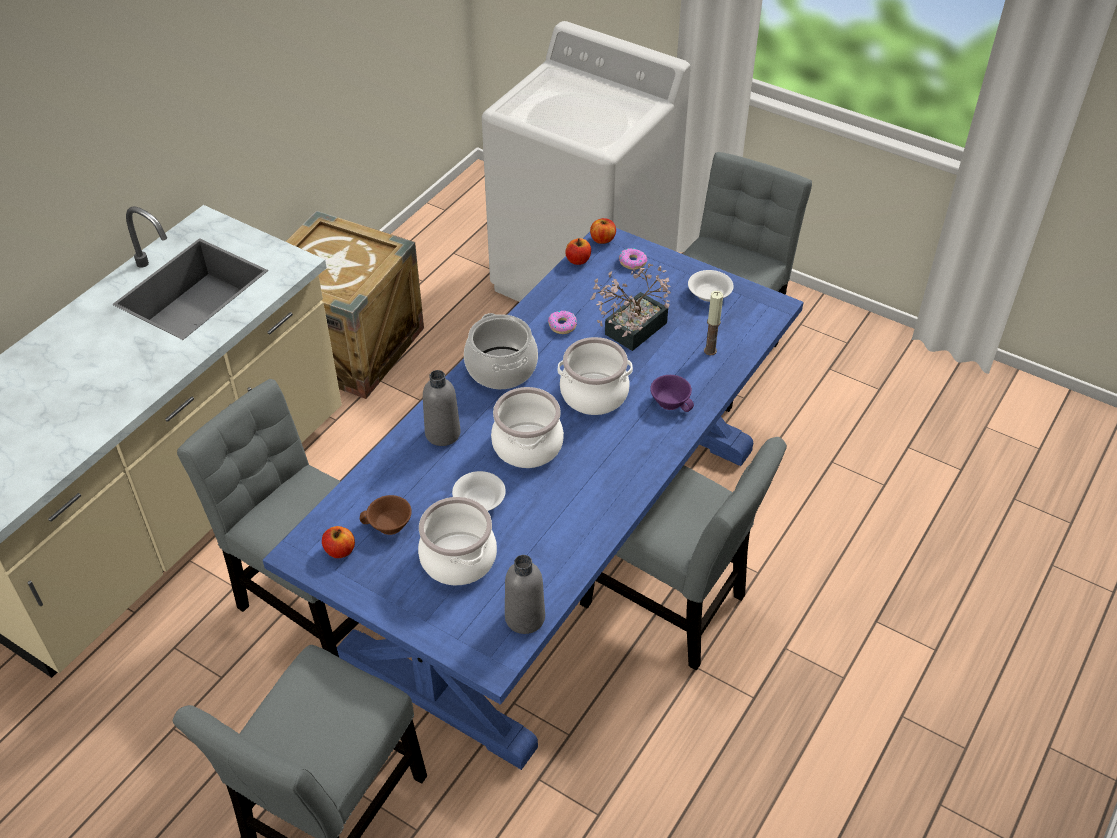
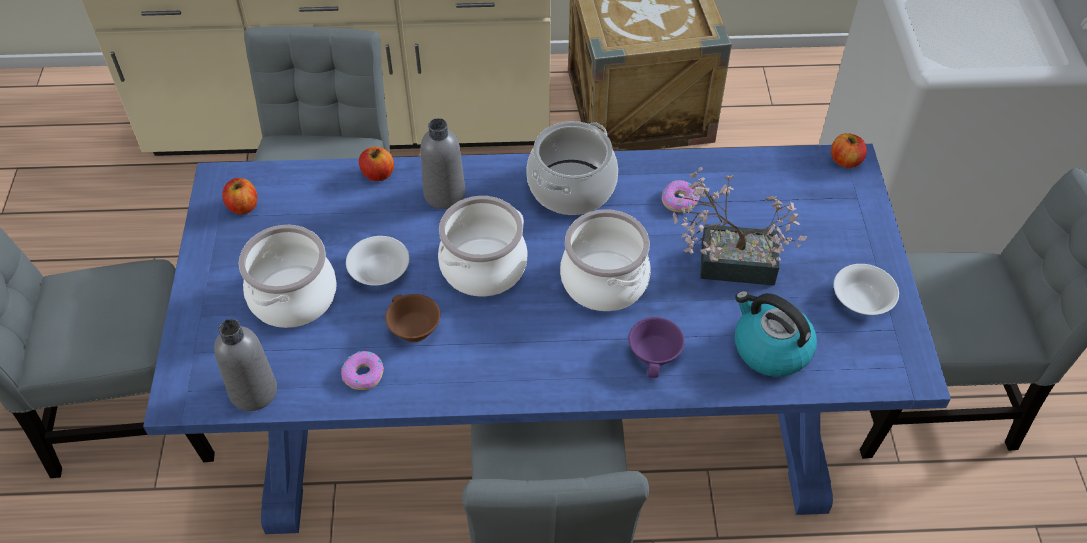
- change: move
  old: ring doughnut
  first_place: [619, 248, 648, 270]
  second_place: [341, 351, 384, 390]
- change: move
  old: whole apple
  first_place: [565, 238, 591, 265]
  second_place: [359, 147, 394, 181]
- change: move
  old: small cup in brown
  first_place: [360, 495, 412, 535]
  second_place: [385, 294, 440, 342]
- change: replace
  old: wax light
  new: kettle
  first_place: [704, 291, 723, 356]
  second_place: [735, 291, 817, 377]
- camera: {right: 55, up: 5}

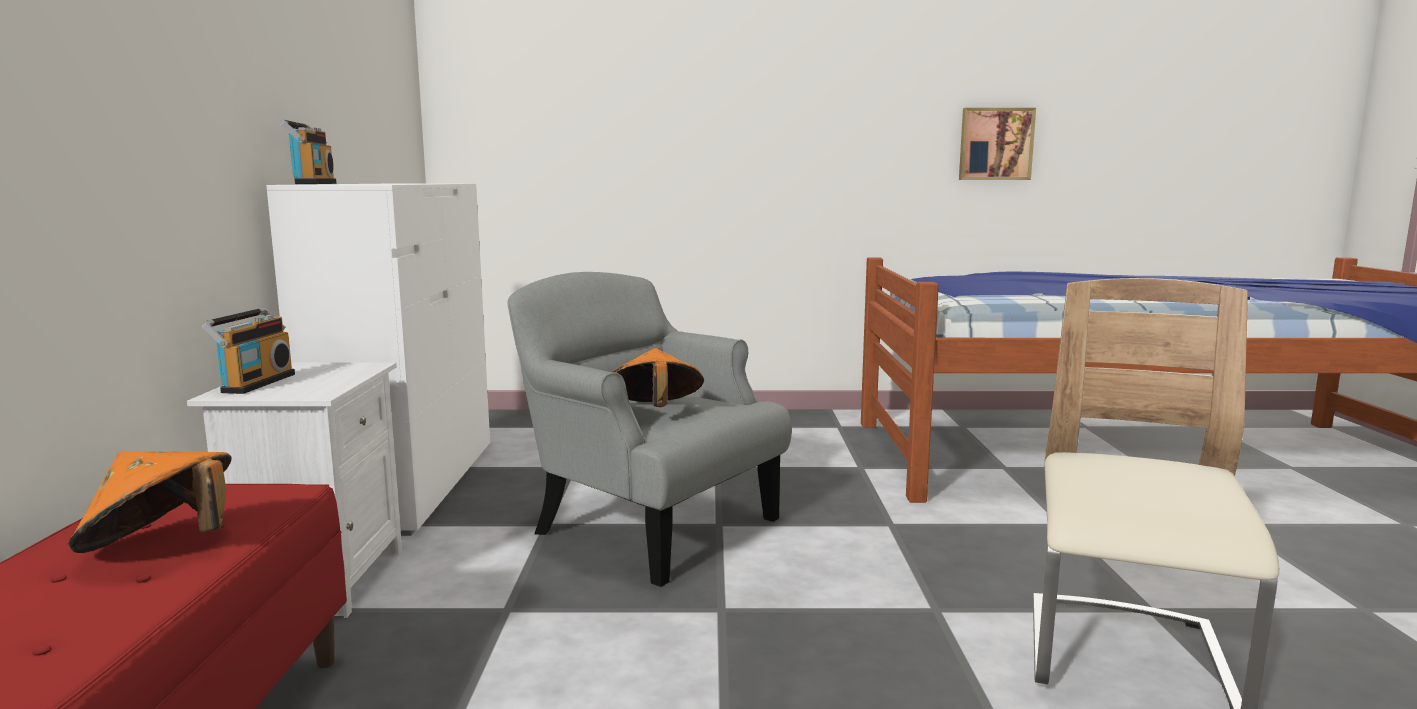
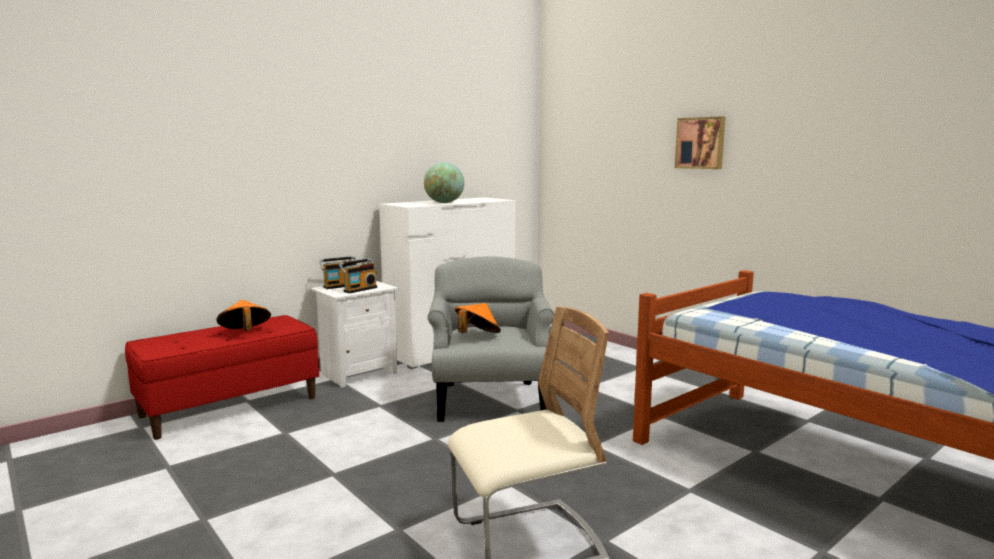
- change: move
  old: radio receiver
  first_place: [280, 120, 337, 184]
  second_place: [339, 258, 377, 293]
- change: insert
  new: desk globe
  second_place: [424, 162, 464, 203]
- change: move
  old: wall art
  first_place: [959, 108, 1036, 180]
  second_place: [675, 116, 725, 169]
- camera: {right: 50, up: 0}

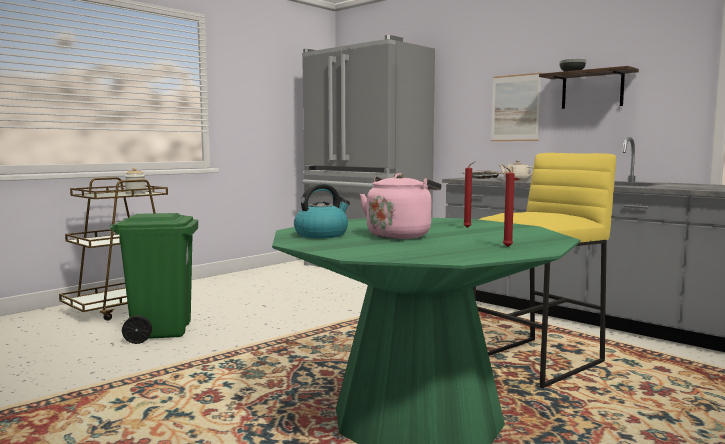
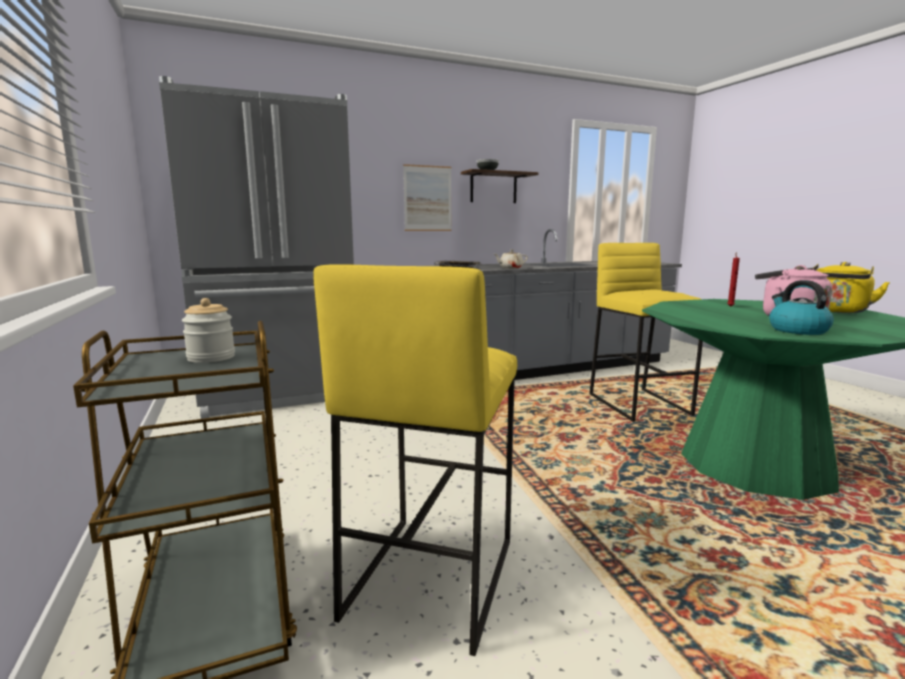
- change: replace
  old: trash can in greenish
  new: stool in yellowish
  first_place: [110, 213, 198, 344]
  second_place: [313, 264, 517, 656]
- change: replace
  old: wax light in red
  new: kettle in yellowish
  first_place: [502, 165, 515, 247]
  second_place: [813, 262, 890, 313]
- camera: {right: -65, up: 5}

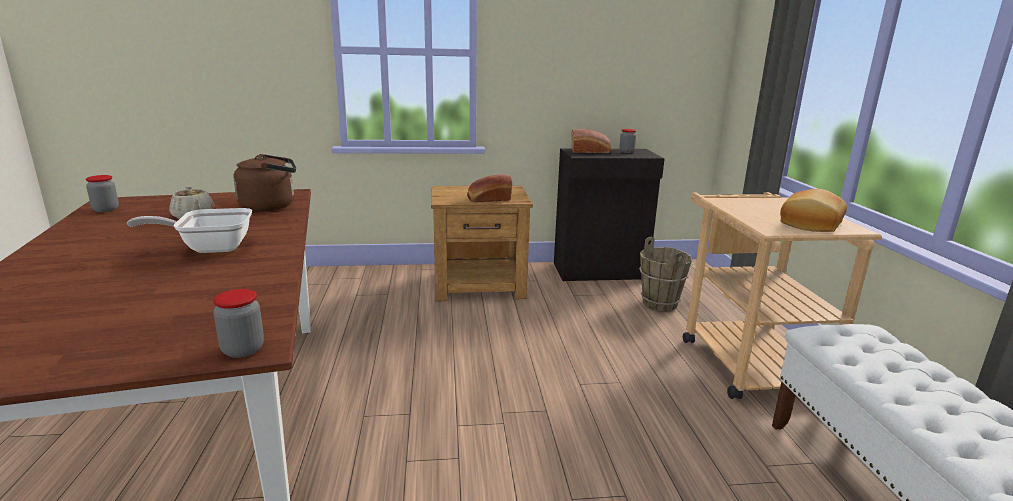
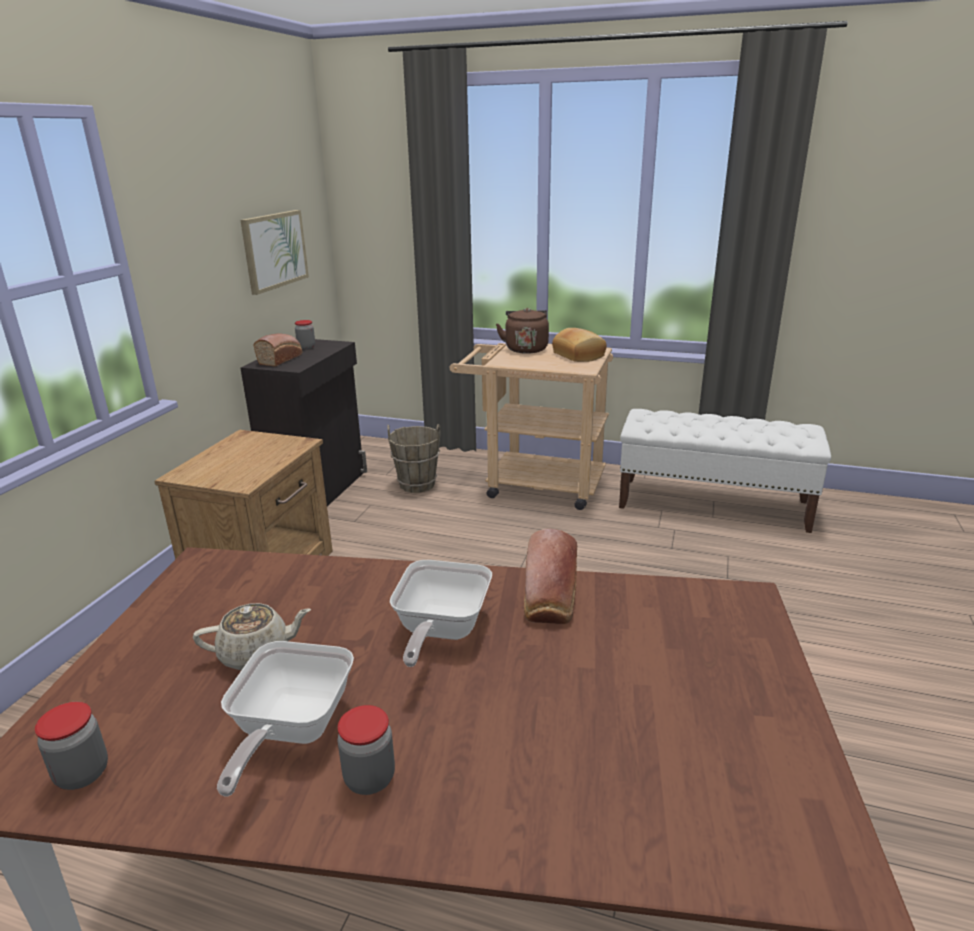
- change: insert
  new: skillet
  second_place: [217, 641, 354, 797]
- change: insert
  new: wall art
  second_place: [240, 210, 309, 295]
- change: move
  old: jar
  first_place: [213, 289, 264, 358]
  second_place: [337, 705, 395, 795]
- change: move
  old: kettle in brown
  first_place: [233, 154, 296, 211]
  second_place: [496, 308, 549, 354]
- change: move
  old: bakery bread
  first_place: [467, 174, 512, 202]
  second_place: [524, 529, 577, 624]
- camera: {right: -65, up: 5}

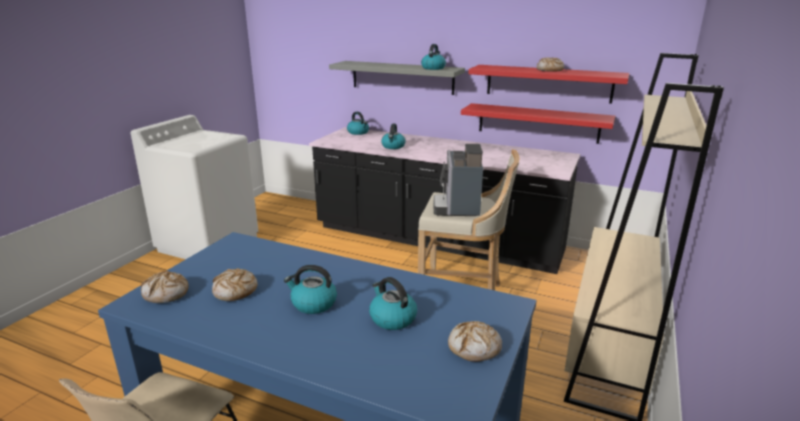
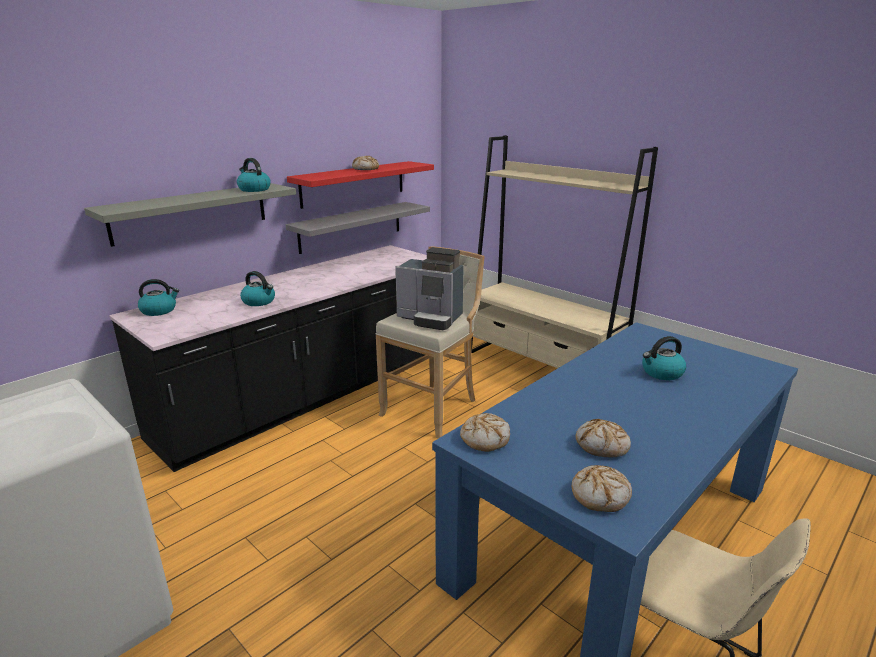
- change: recolor
  old: shelf in red
  new: shelf in greyish
  first_place: [461, 103, 615, 144]
  second_place: [286, 202, 430, 254]
- change: move
  old: bakery bread
  first_place: [448, 321, 502, 362]
  second_place: [460, 413, 510, 452]
- change: delete
  old: kettle
  first_place: [284, 265, 337, 314]
- camera: {right: -70, up: 0}

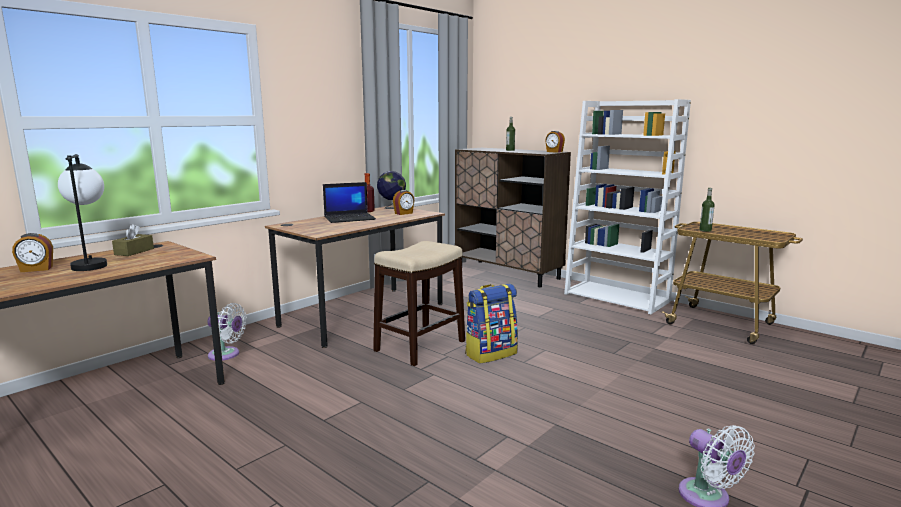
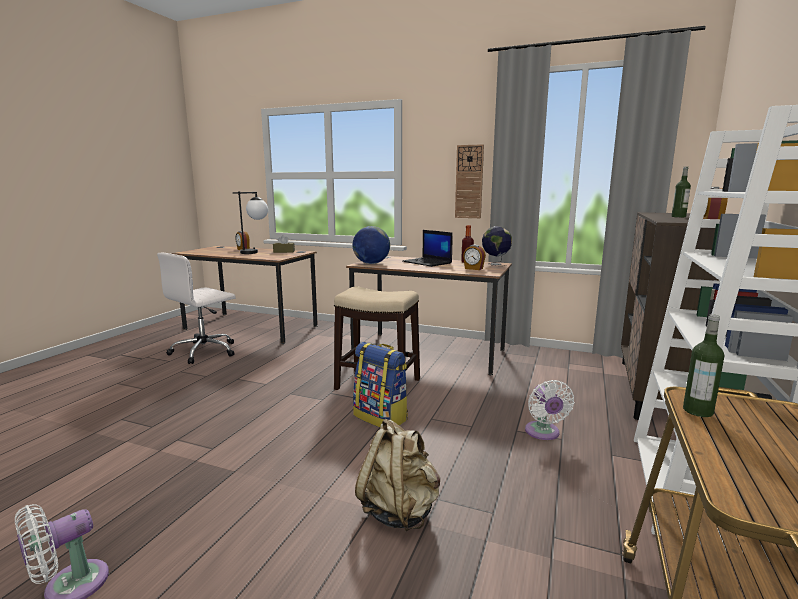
- change: insert
  new: computer chair in white
  second_place: [157, 253, 236, 364]
- change: insert
  new: desk globe
  second_place: [353, 226, 390, 264]
- change: insert
  new: rucksack in beige
  second_place: [355, 418, 440, 531]
- change: insert
  new: wall clock
  second_place: [455, 144, 484, 218]
- change: move
  old: cooling fan in white
  first_place: [207, 303, 247, 361]
  second_place: [525, 380, 575, 440]
- camera: {right: 70, up: 0}

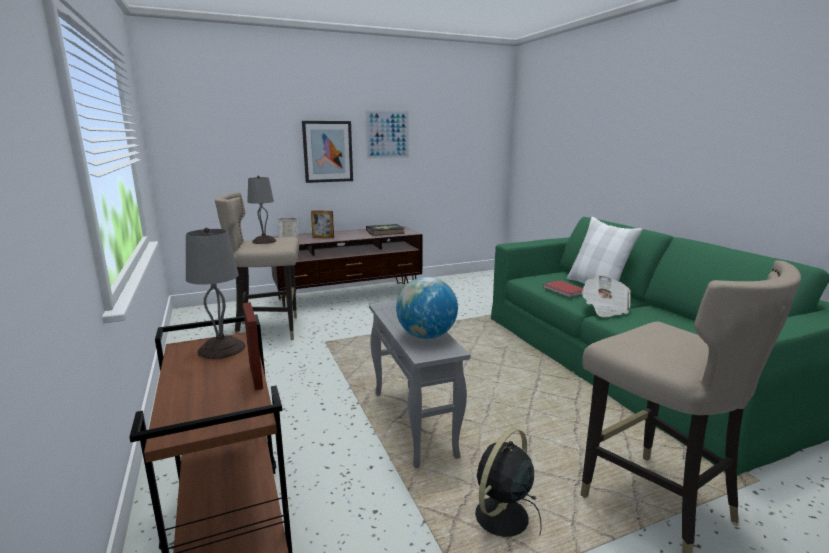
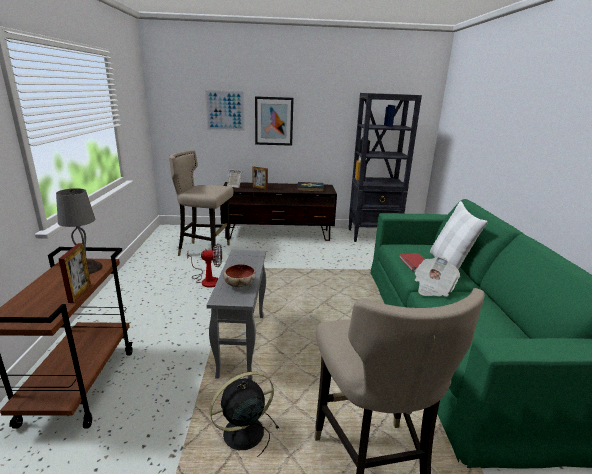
- change: insert
  new: cooling fan
  second_place: [187, 244, 222, 288]
- change: move
  old: wall art
  first_place: [365, 110, 410, 159]
  second_place: [205, 90, 245, 131]
- change: replace
  old: desk globe
  new: deep dish
  first_place: [396, 277, 458, 339]
  second_place: [223, 264, 256, 288]
- change: insert
  new: bookcase in blackish
  second_place: [349, 93, 422, 242]
- change: delete
  old: lamp for a table in greyish
  first_place: [247, 176, 277, 244]
- camera: {right: 20, up: 5}

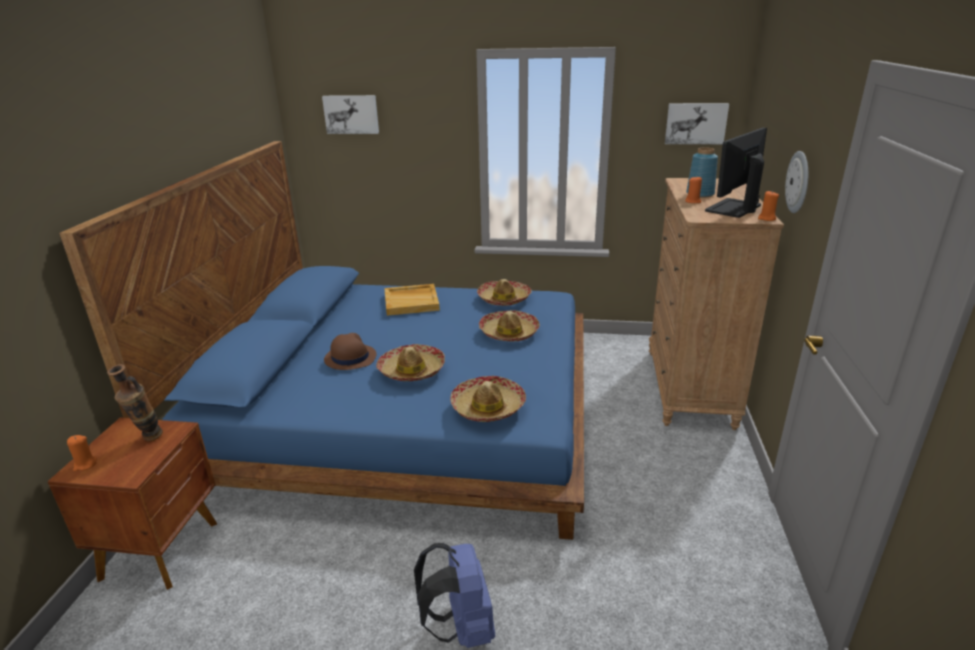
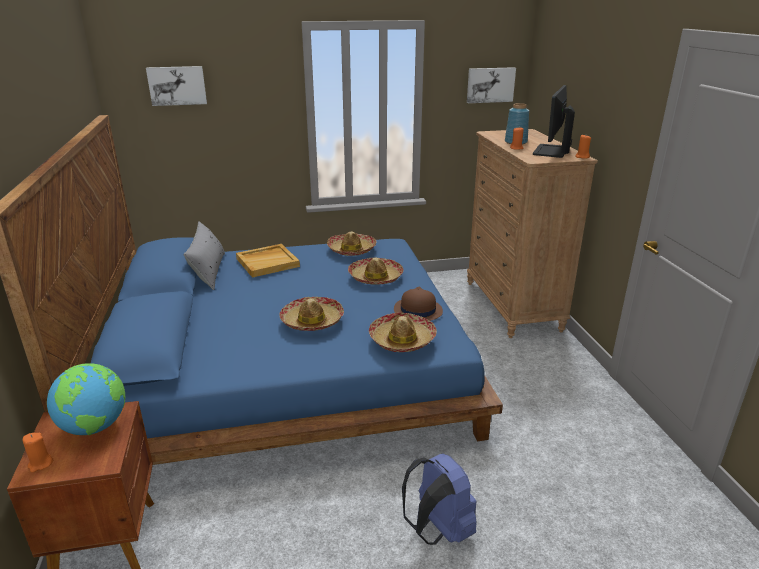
- change: replace
  old: flower vase
  new: desk globe
  first_place: [107, 364, 163, 441]
  second_place: [47, 363, 125, 435]
- change: insert
  new: cushion in greyish
  second_place: [183, 221, 225, 290]
- change: move
  old: wearable hat in brown
  first_place: [324, 333, 377, 370]
  second_place: [394, 287, 443, 321]
- change: delete
  old: wall clock
  first_place: [785, 151, 808, 213]
- camera: {right: -20, up: 0}

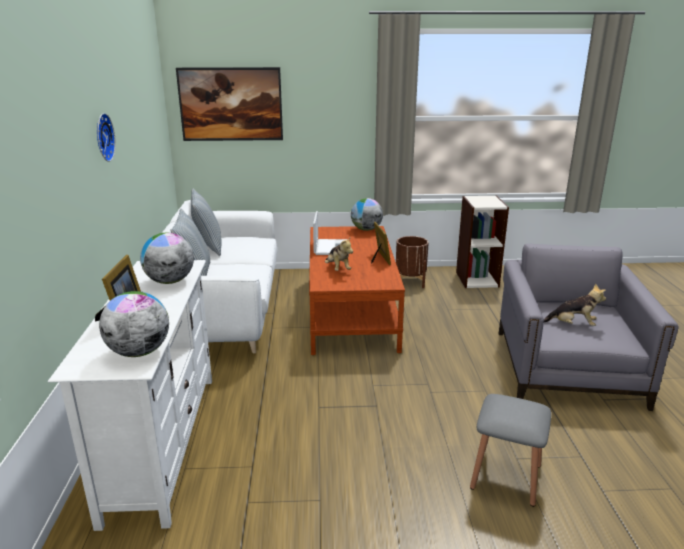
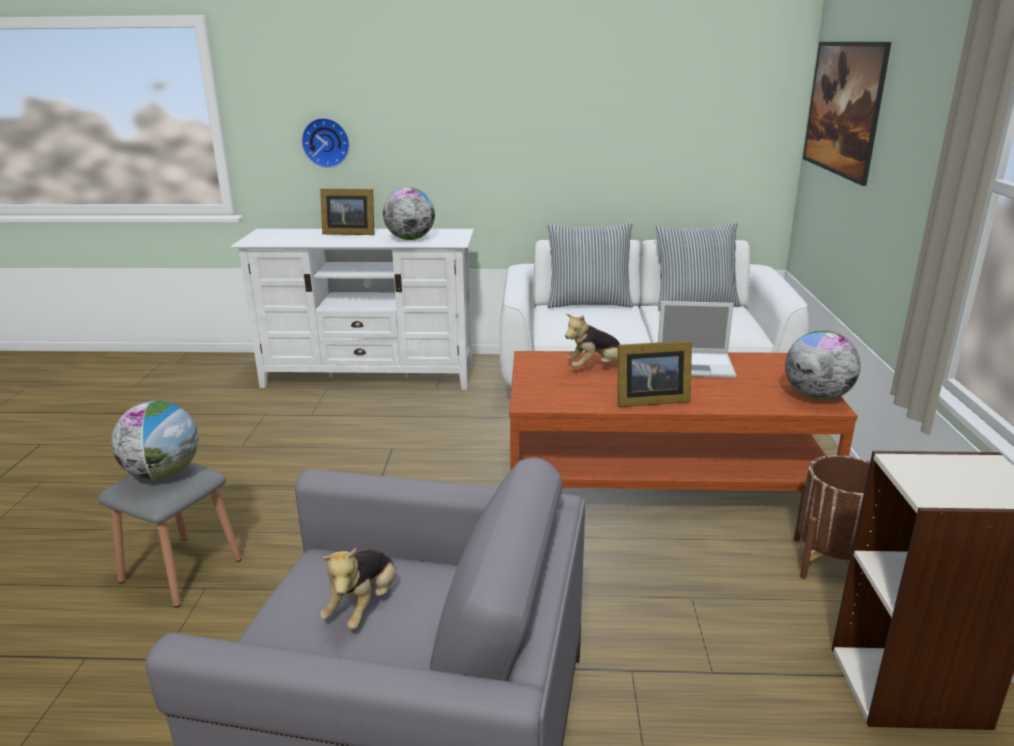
- change: move
  old: desk globe
  first_place: [99, 291, 169, 357]
  second_place: [111, 401, 198, 480]
- change: move
  old: wall clock
  first_place: [97, 113, 116, 162]
  second_place: [301, 118, 350, 168]
- camera: {right: 95, up: 0}

